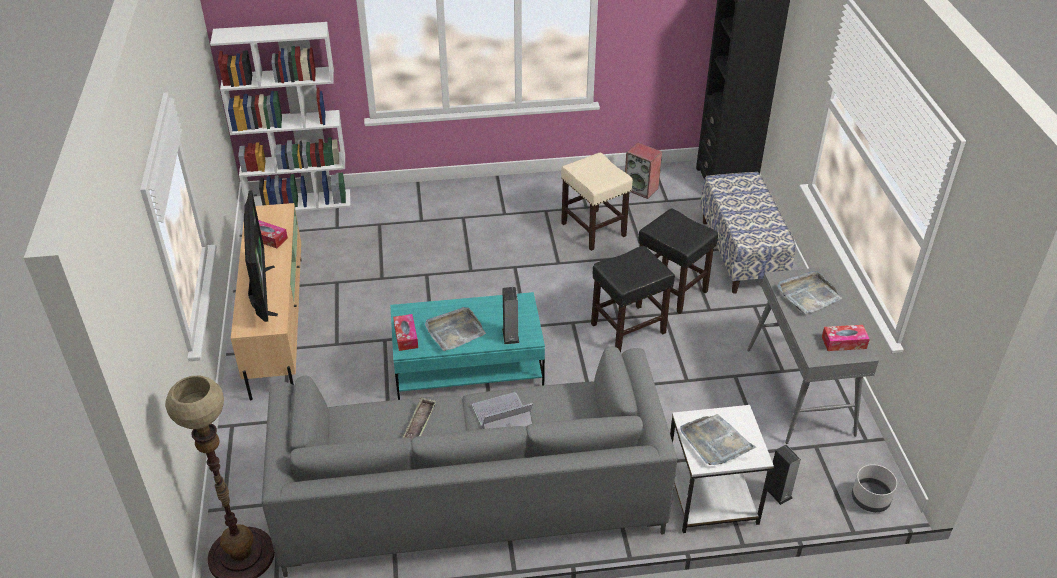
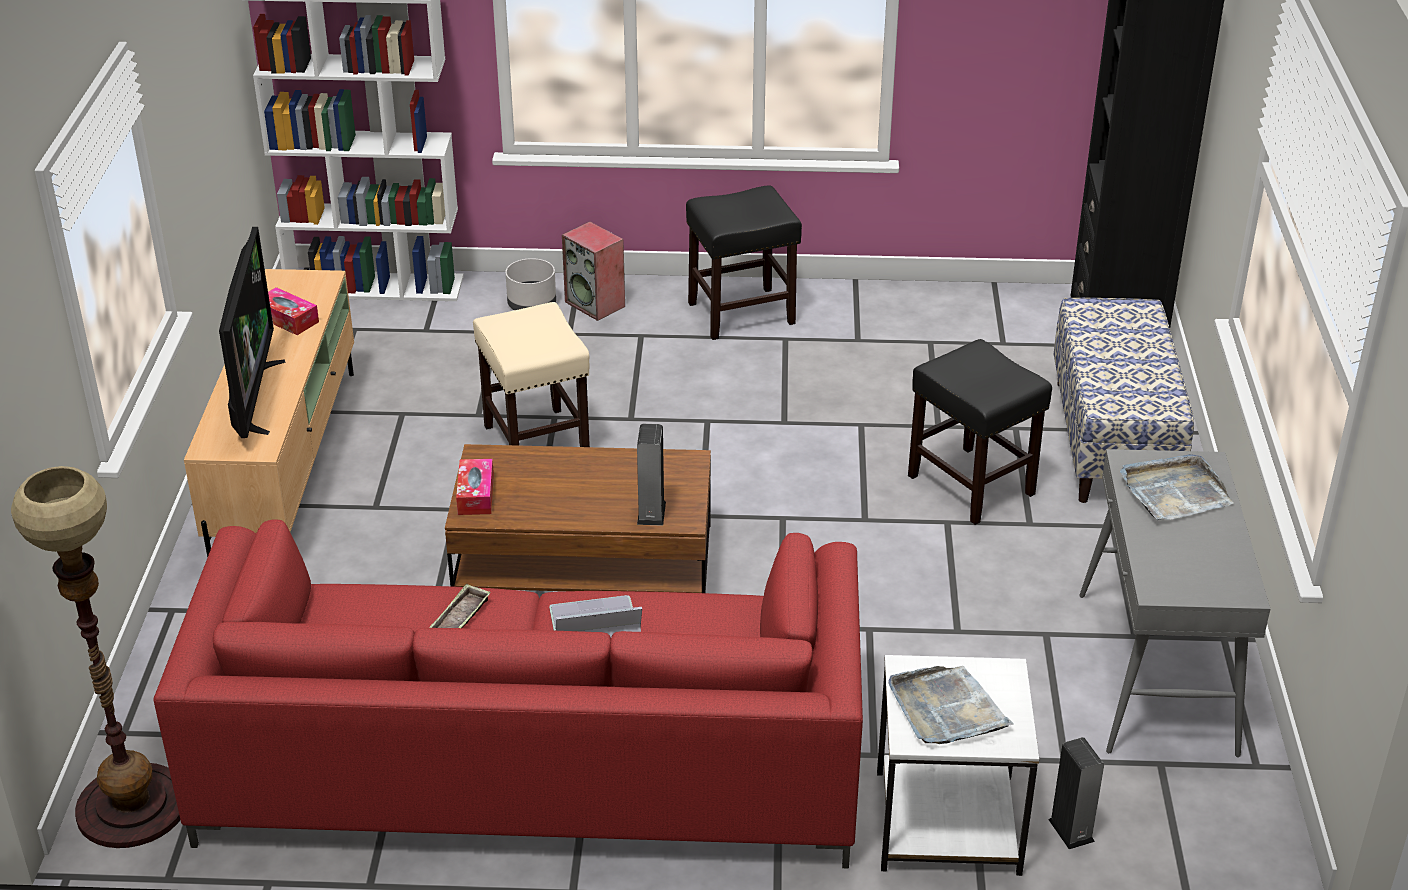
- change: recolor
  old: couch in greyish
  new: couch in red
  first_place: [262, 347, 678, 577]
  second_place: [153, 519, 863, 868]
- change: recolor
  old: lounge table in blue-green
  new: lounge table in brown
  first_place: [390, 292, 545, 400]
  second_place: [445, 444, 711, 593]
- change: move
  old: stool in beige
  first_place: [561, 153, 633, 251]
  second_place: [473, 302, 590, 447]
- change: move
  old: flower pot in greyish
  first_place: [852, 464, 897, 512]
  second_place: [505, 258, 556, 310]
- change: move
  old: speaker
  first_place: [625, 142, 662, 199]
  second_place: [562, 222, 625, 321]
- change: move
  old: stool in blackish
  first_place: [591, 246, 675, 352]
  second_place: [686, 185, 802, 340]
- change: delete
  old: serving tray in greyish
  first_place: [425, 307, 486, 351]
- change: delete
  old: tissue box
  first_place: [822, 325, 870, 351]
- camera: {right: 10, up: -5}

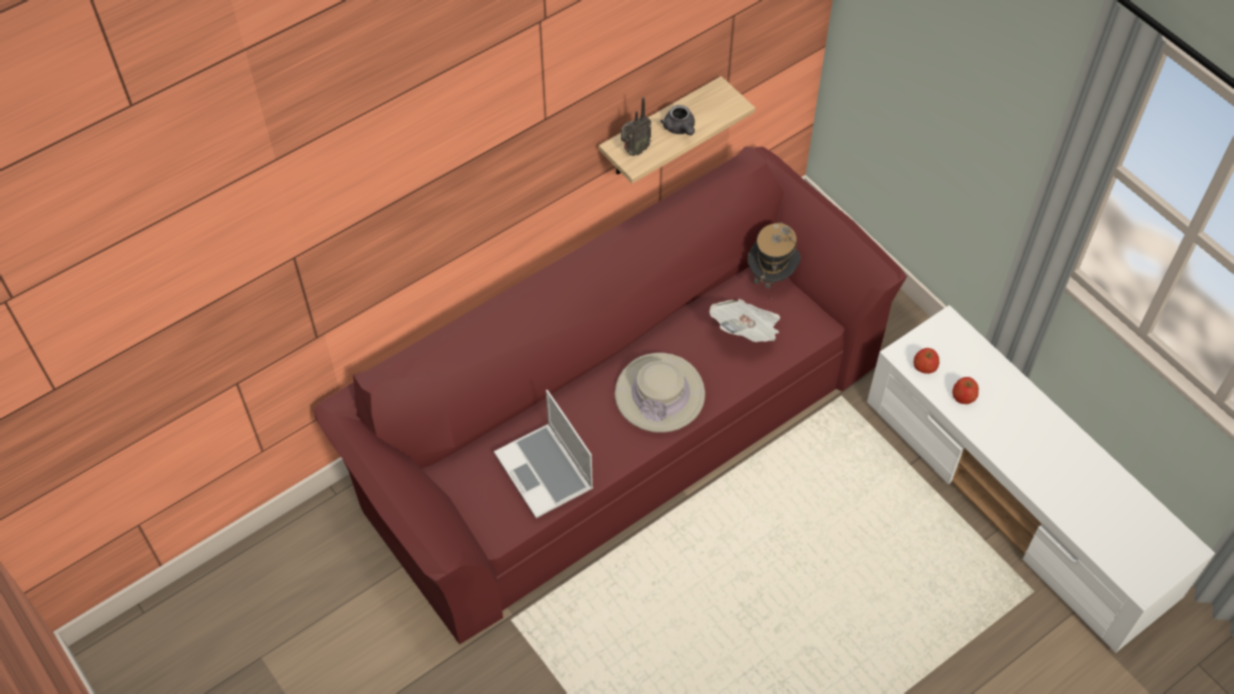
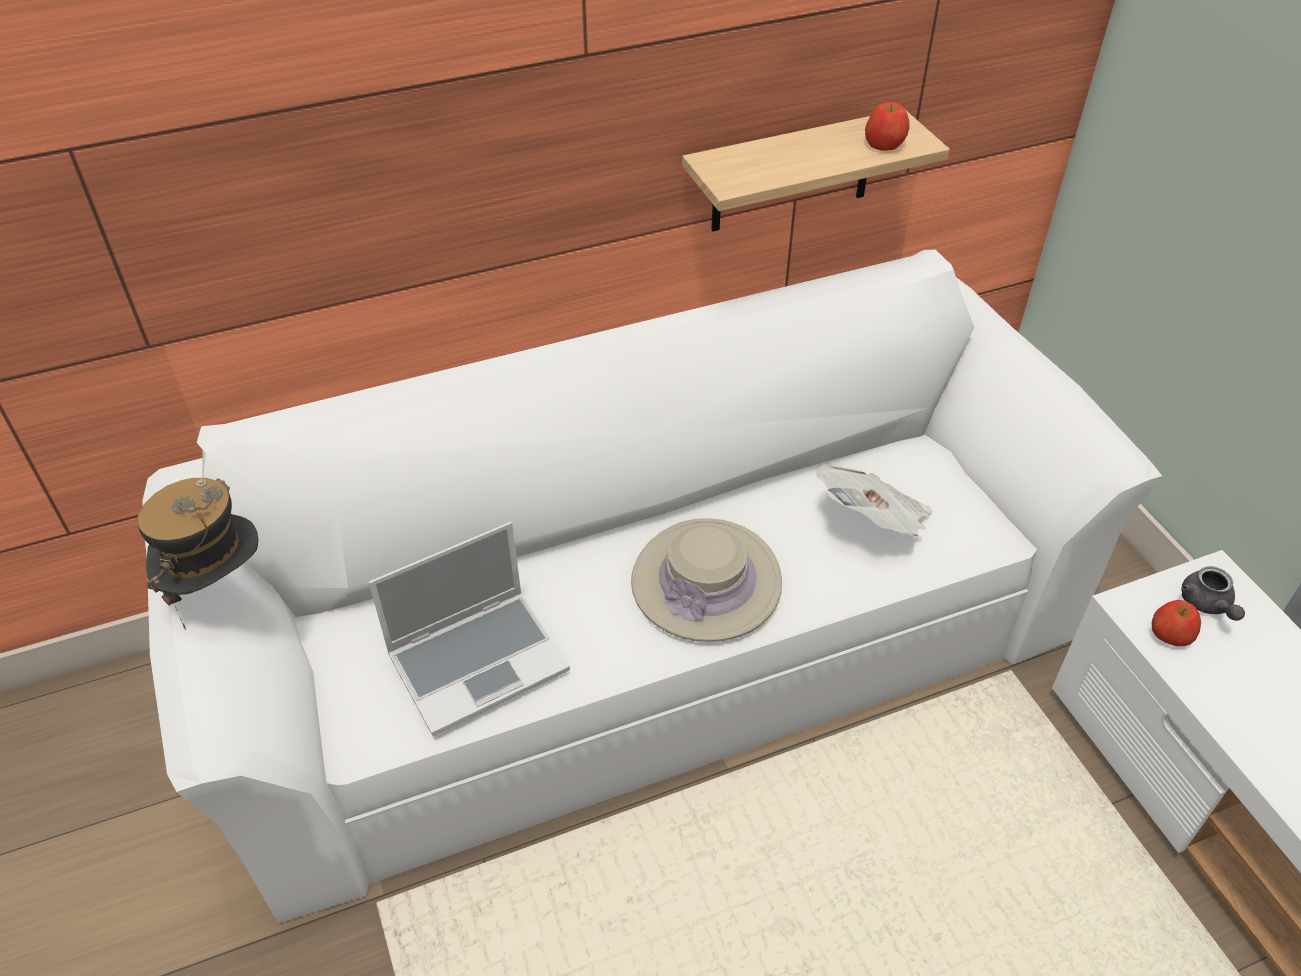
- change: move
  old: wearable hat
  first_place: [748, 222, 801, 298]
  second_place: [138, 478, 258, 630]
- change: recolor
  old: couch in red
  new: couch in white
  first_place: [314, 147, 907, 644]
  second_place: [142, 250, 1162, 923]
- change: rotate
  old: notebook computer
  first_place: [494, 390, 593, 518]
  second_place: [369, 522, 570, 736]
  degrees: -105
- change: move
  old: whole apple
  first_place: [952, 377, 979, 404]
  second_place: [865, 102, 910, 151]
- change: move
  old: teapot in greyish
  first_place: [660, 105, 695, 135]
  second_place: [1181, 566, 1245, 621]
- change: delete
  old: radio receiver
  first_place: [621, 97, 652, 156]
- camera: {right: 15, up: -10}

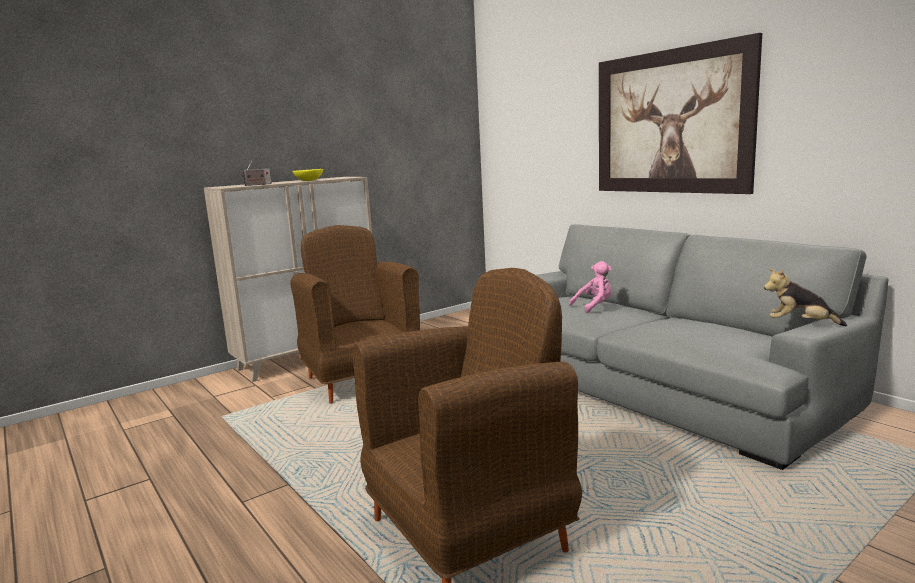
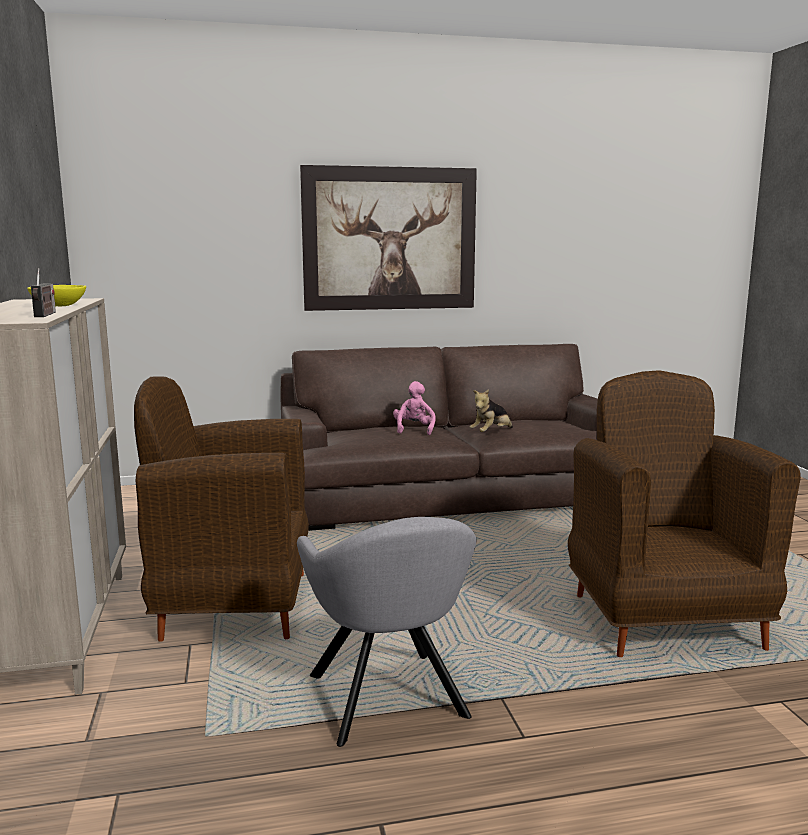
- change: recolor
  old: couch in greyish
  new: couch in brown
  first_place: [536, 224, 889, 470]
  second_place: [280, 344, 598, 531]
- change: insert
  new: lounge chair in greyish
  second_place: [297, 517, 476, 747]
- change: move
  old: plush toy
  first_place: [764, 268, 847, 327]
  second_place: [470, 389, 513, 432]
- camera: {right: -65, up: 0}

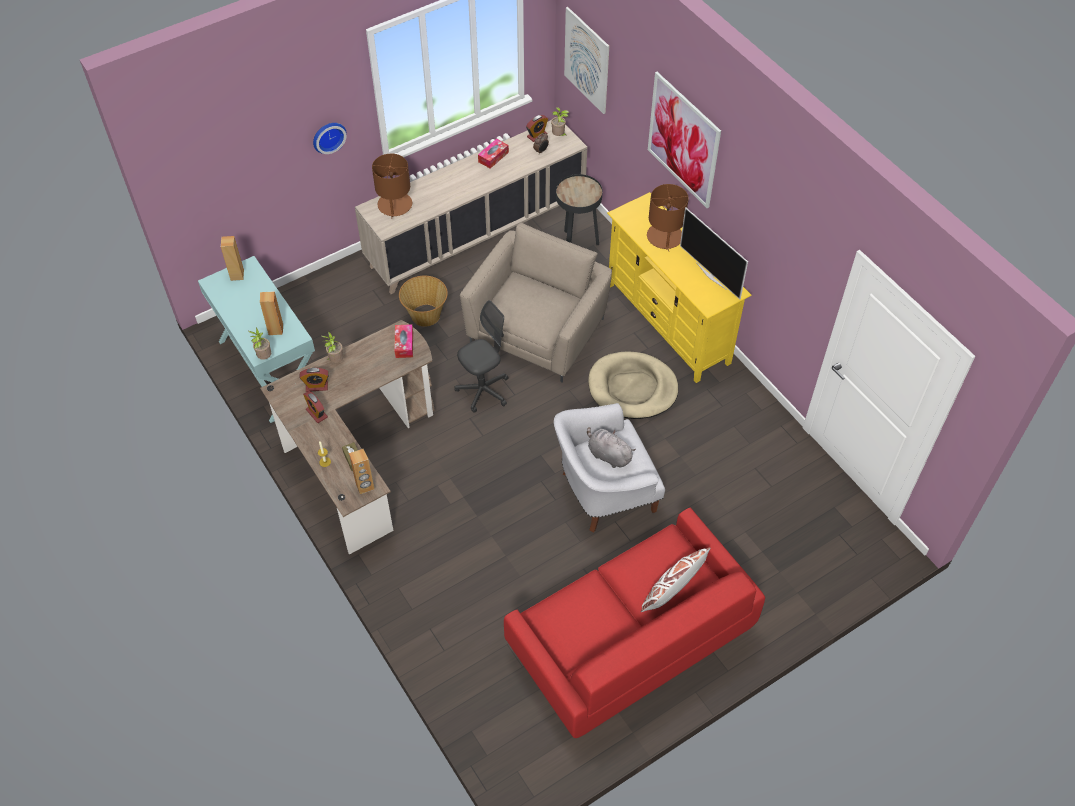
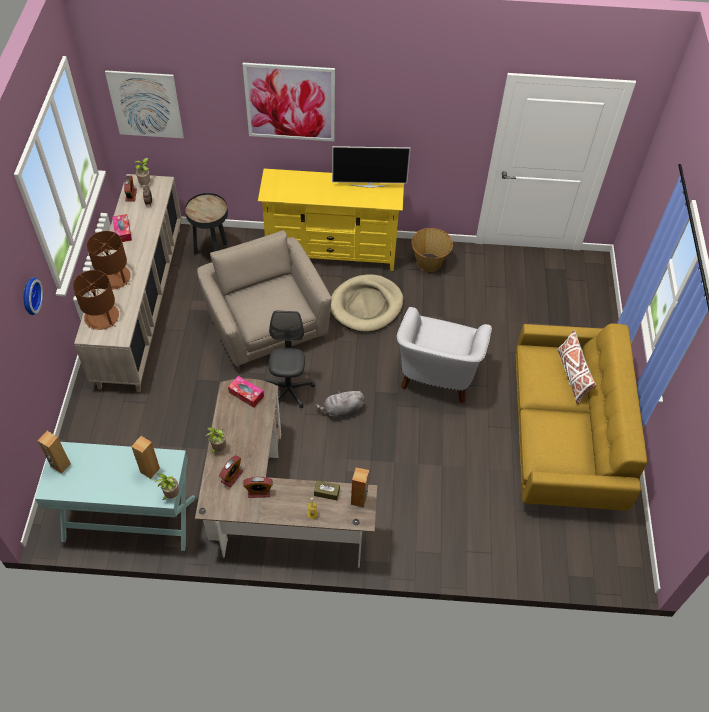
- change: move
  old: lamp for a table in brown
  first_place: [647, 184, 689, 251]
  second_place: [87, 231, 131, 290]
- change: move
  old: plush toy in greyish
  first_place: [587, 427, 636, 468]
  second_place: [315, 390, 364, 419]
- change: move
  old: basket
  first_place: [399, 276, 448, 327]
  second_place: [411, 228, 453, 272]
- change: recolor
  old: couch in red
  new: couch in yellowish
  first_place: [504, 507, 765, 738]
  second_place: [515, 323, 647, 510]
- camera: {right: -55, up: 0}

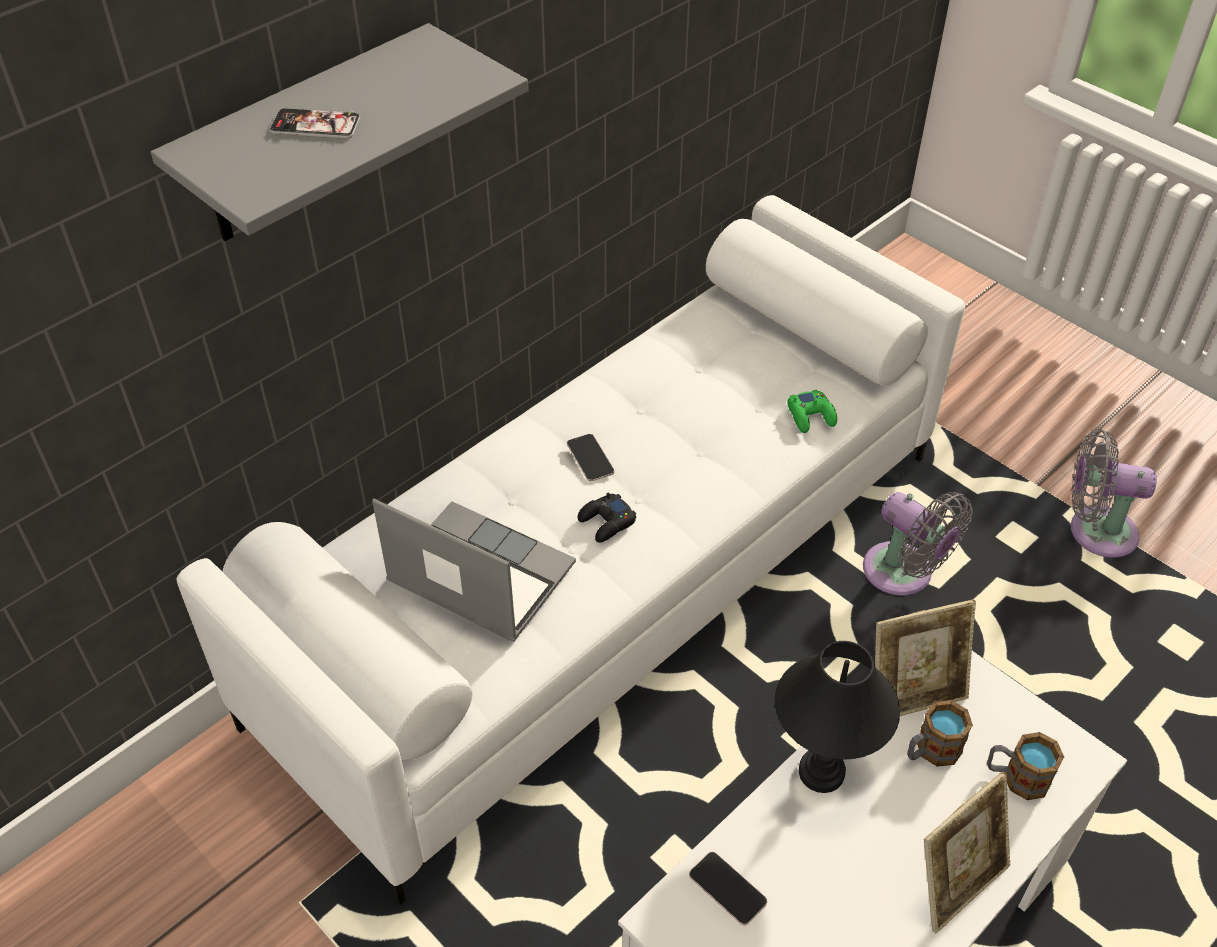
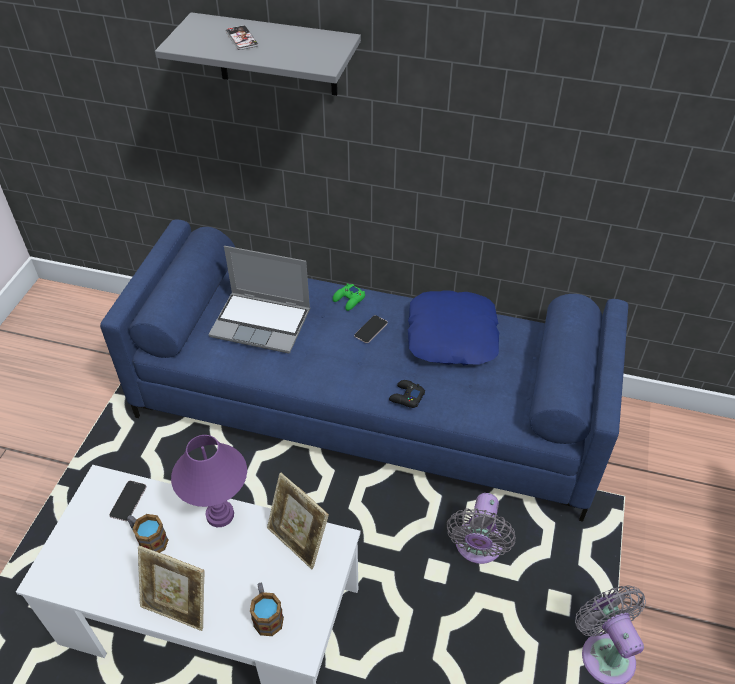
- change: recolor
  old: couch in white
  new: couch in blue-coloured
  first_place: [177, 195, 965, 905]
  second_place: [100, 219, 628, 522]
- change: move
  old: mug
  first_place: [907, 700, 973, 767]
  second_place: [127, 514, 169, 553]
- change: recolor
  old: lamp for a table in blackish
  new: lamp for a table in purplish
  first_place: [775, 641, 900, 793]
  second_place: [171, 435, 247, 527]
- change: rotate
  old: notebook computer
  first_place: [372, 498, 576, 642]
  second_place: [208, 246, 310, 354]
  degrees: 105
- change: move
  old: gamepad in greenish
  first_place: [787, 390, 837, 433]
  second_place: [333, 283, 365, 311]
- change: move
  old: gamepad in blackish
  first_place: [578, 492, 636, 543]
  second_place: [389, 380, 425, 408]
- change: insert
  new: cushion in blue-coloured
  second_place: [408, 290, 499, 366]
- camera: {right: 60, up: 0}

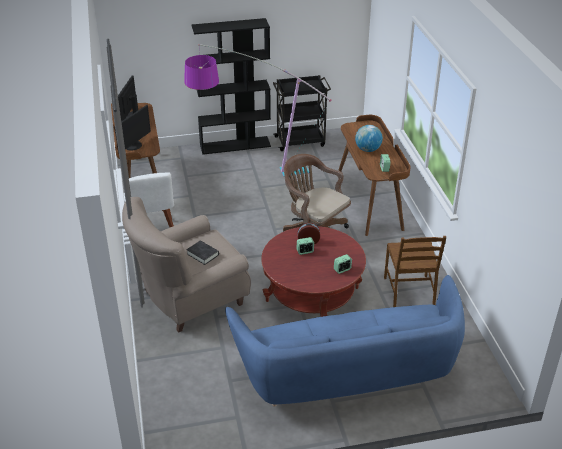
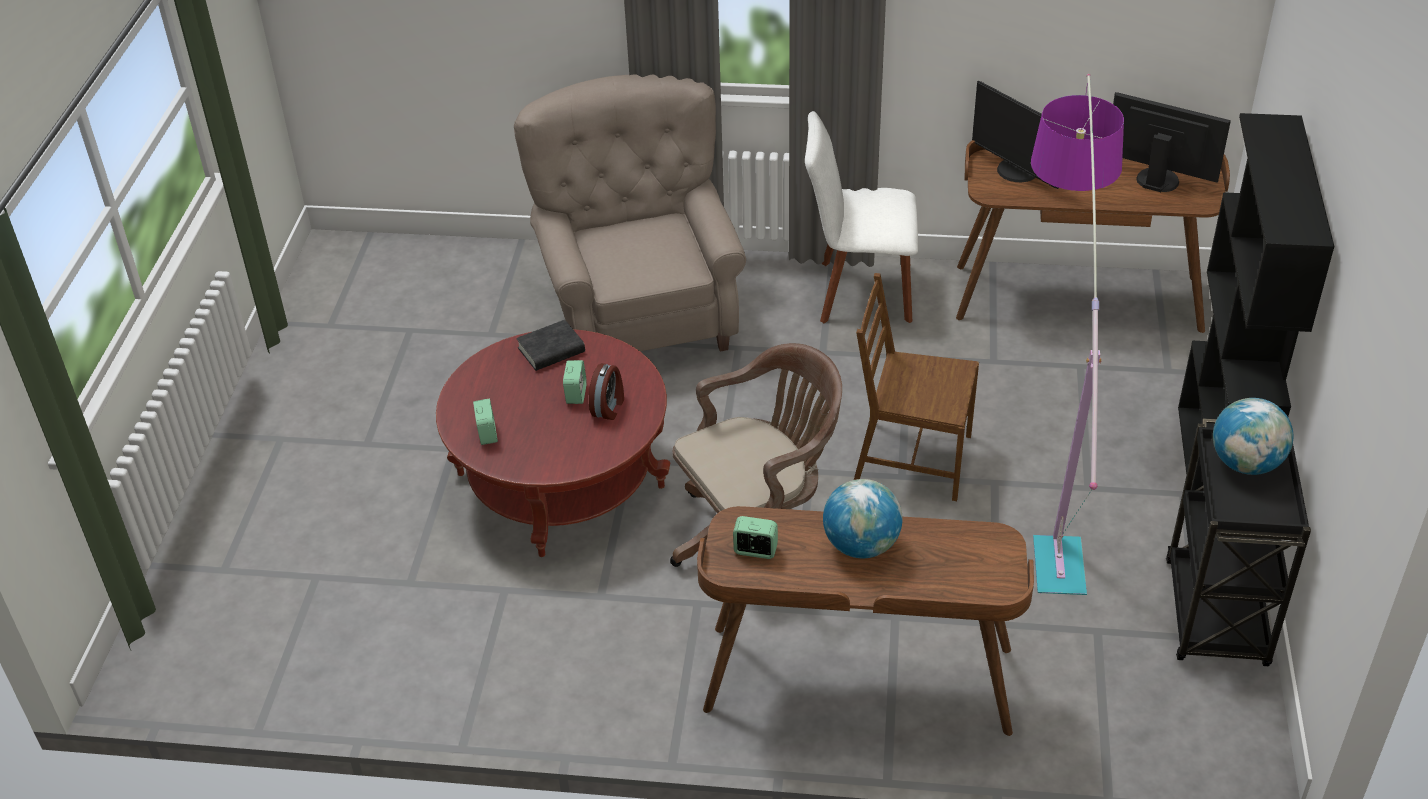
- change: move
  old: volume in blackish
  first_place: [186, 240, 219, 265]
  second_place: [516, 320, 585, 371]
- change: move
  old: upright chair in brown
  first_place: [384, 236, 446, 307]
  second_place: [854, 273, 979, 501]
- change: insert
  new: desk globe
  second_place: [1213, 398, 1293, 475]
- change: delete
  old: couch in blue-coloured
  first_place: [225, 275, 465, 407]
- camera: {right: 110, up: 5}

